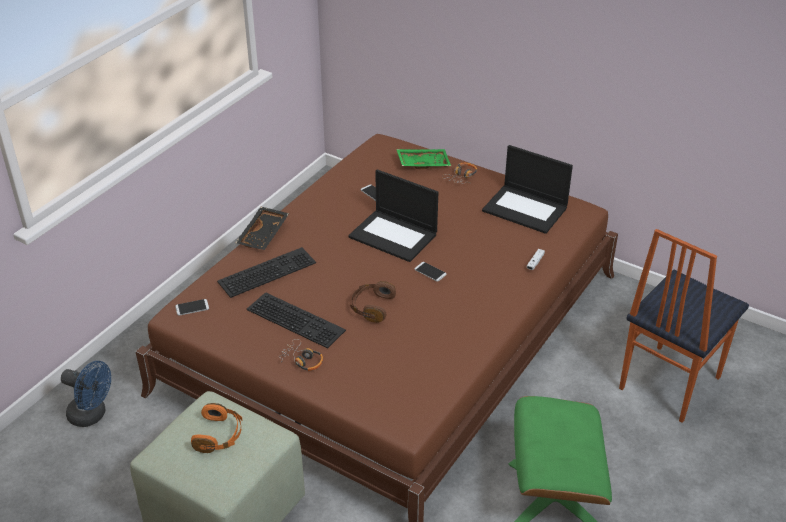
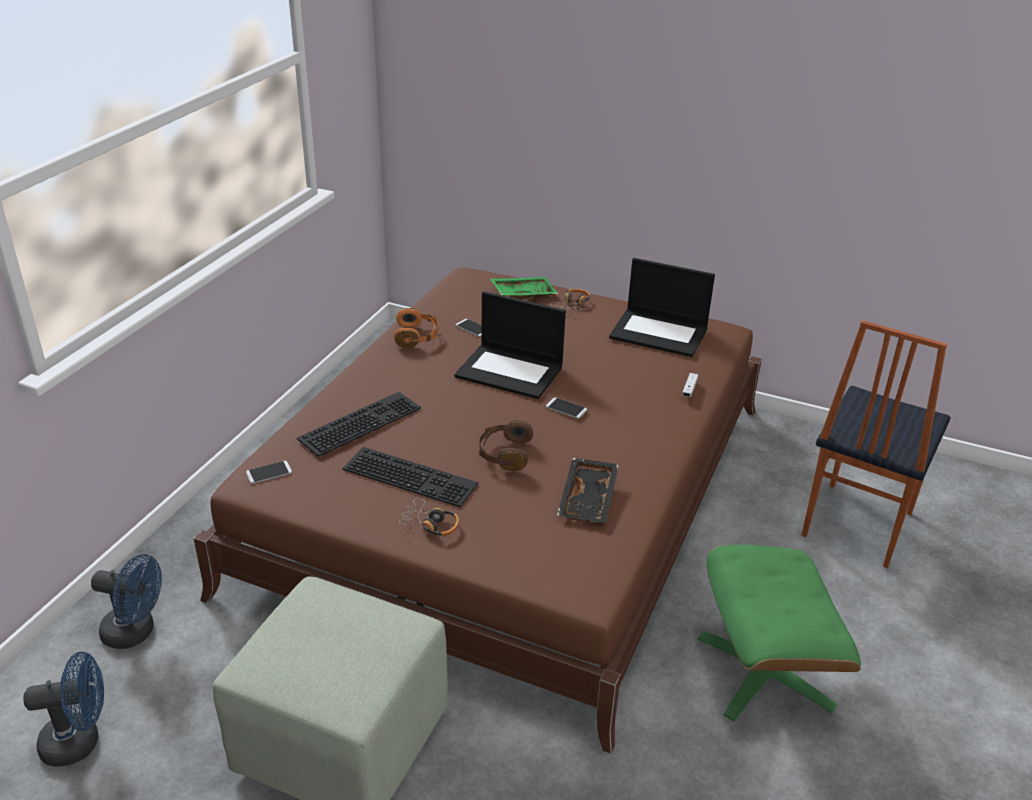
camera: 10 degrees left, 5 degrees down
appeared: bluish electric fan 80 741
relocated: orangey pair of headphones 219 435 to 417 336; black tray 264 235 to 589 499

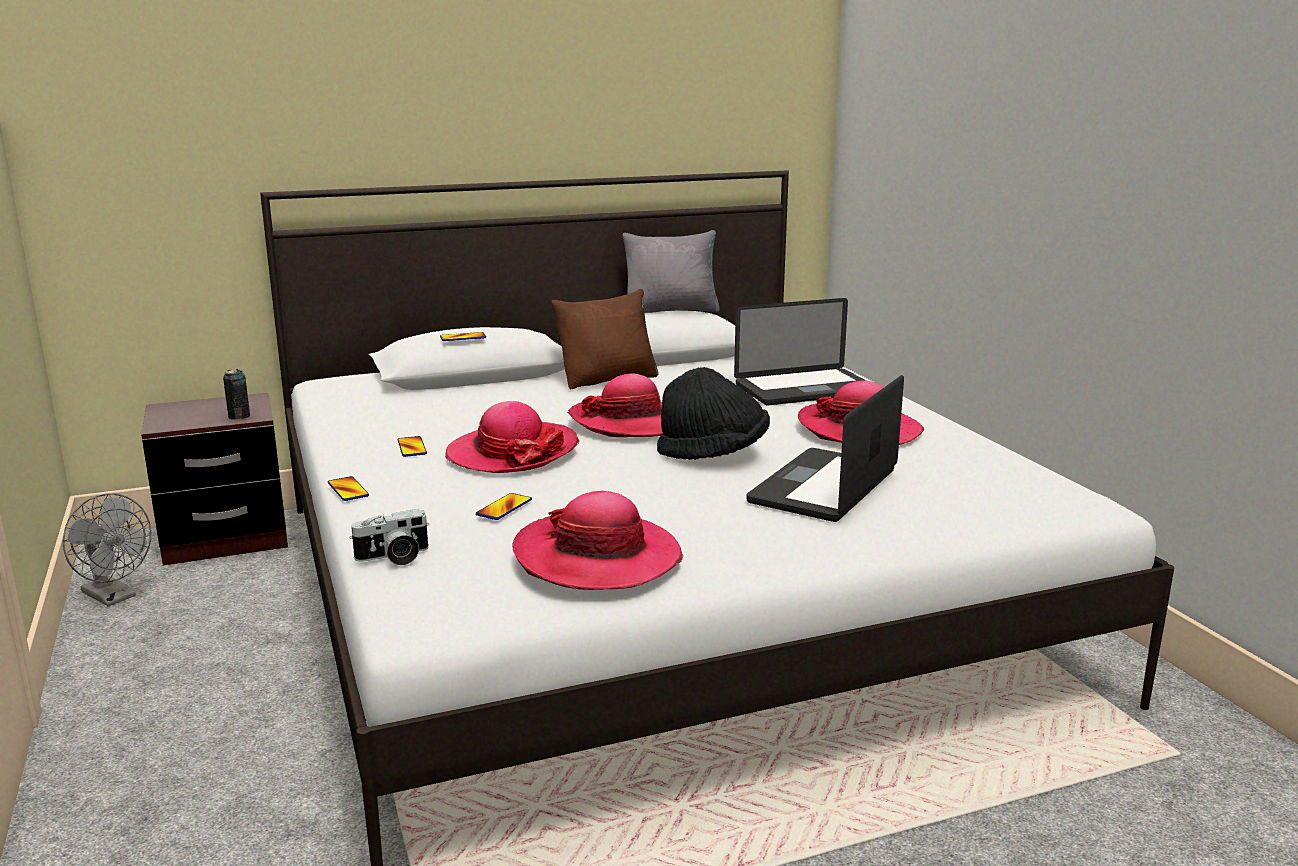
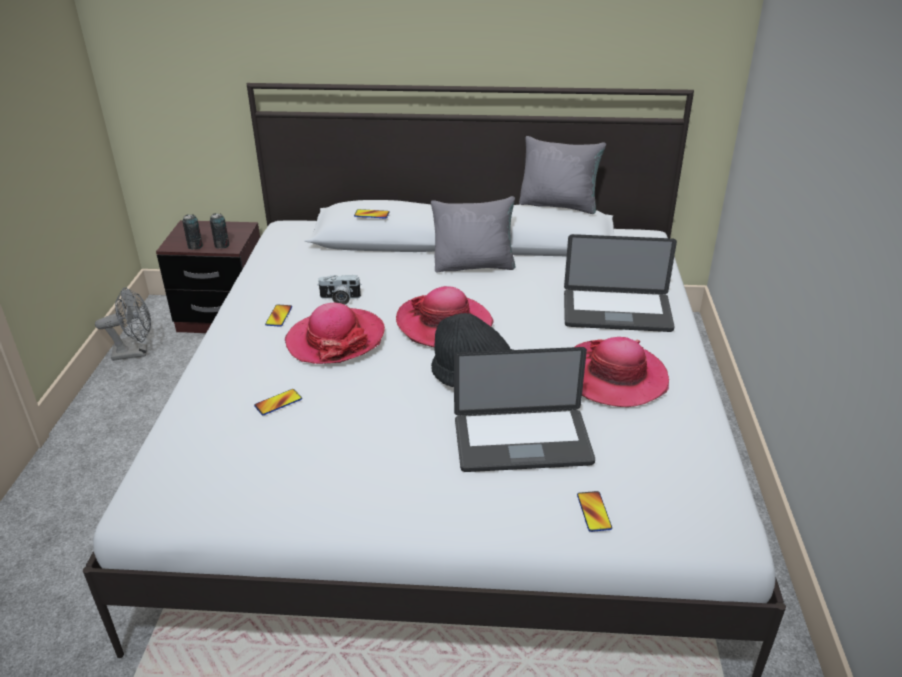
camera: 25 degrees right, 15 degrees up
missing: wearable hat 597 557
appeared: metal can 195 246
relocated: still camera 394 557 to 339 299; phone 348 490 to 593 512
colour: brown-coloured throw pillow 608 379 to gray throw pillow 474 265
spun: gray electric fan 114 597 = 136 352 75 degrees counterclockwise; laptop 824 487 = 522 442 150 degrees counterclockwise

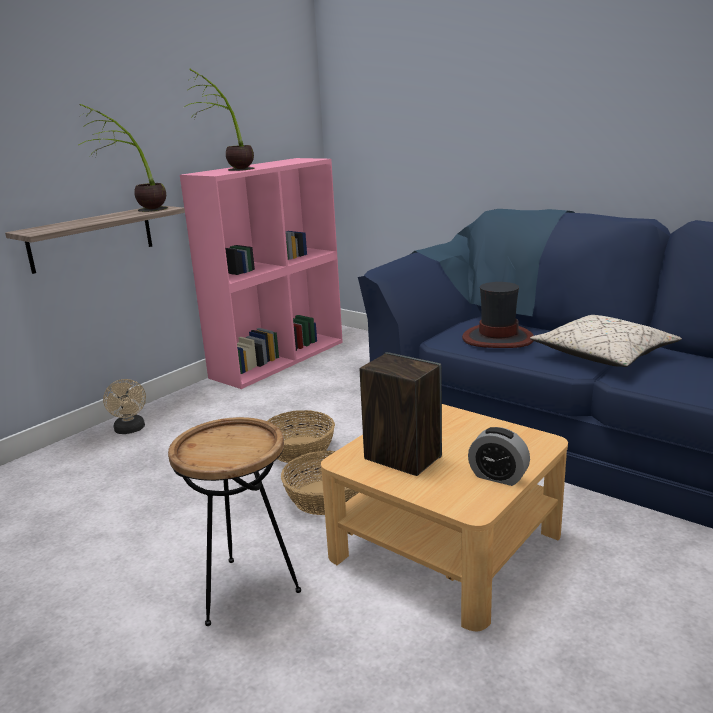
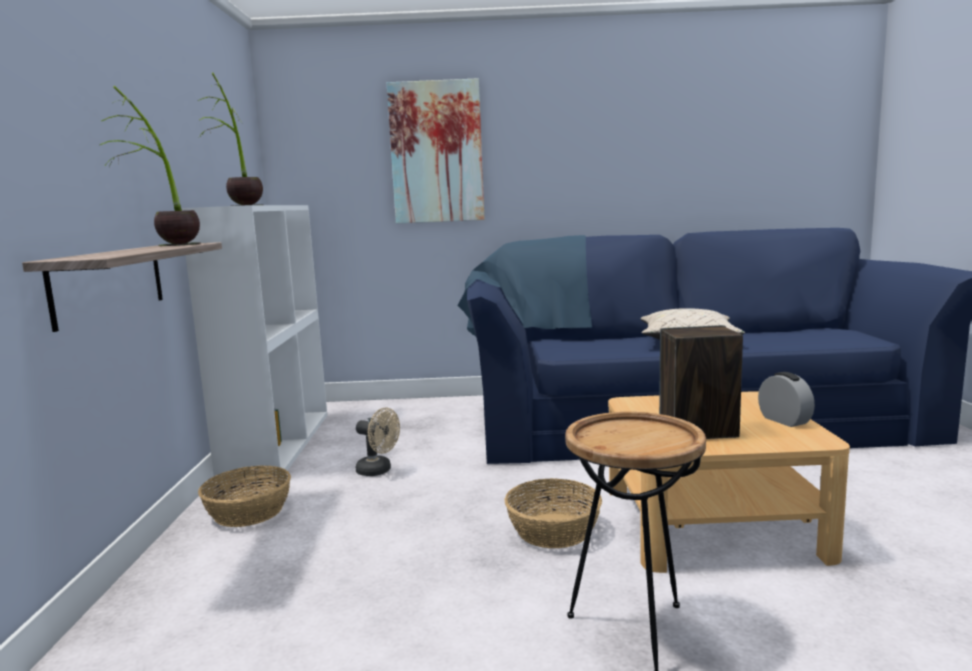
camera: 40 degrees left, 10 degrees down
missing: wearable hat 497 338
appeared: wall picture 436 152
relocated: basket 299 449 to 248 512; beige-coloured electric fan 130 430 to 379 471
colour: pink shelving unit 279 359 to white shelving unit 277 444
spun: alarm clock 498 476 = 784 420 105 degrees counterclockwise

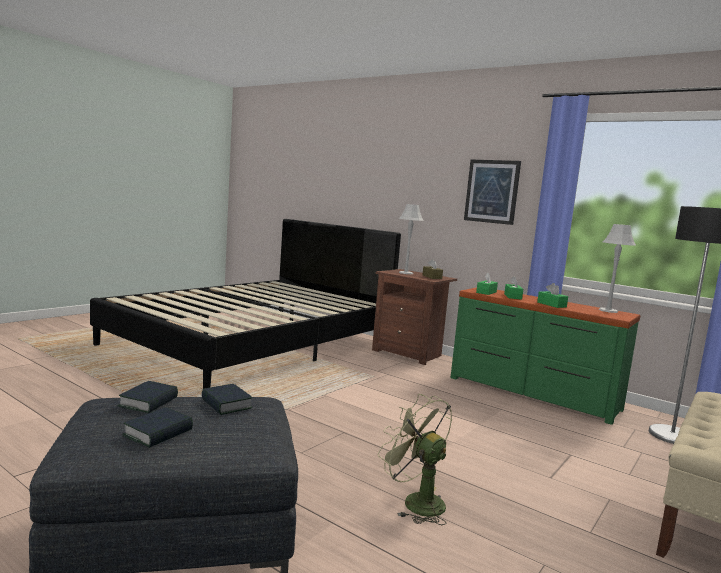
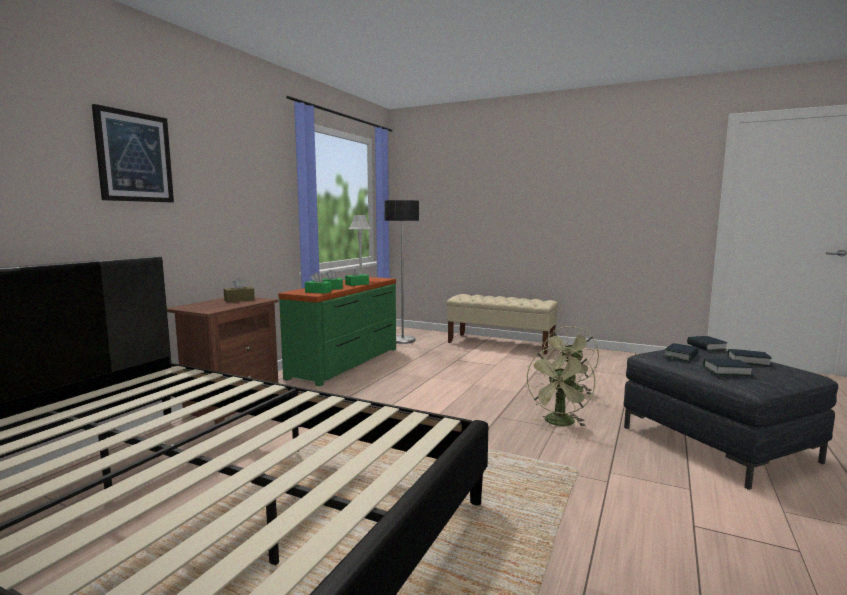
camera: 100 degrees left, 0 degrees up
missing: gray table lamp 406 273
appeared: greenish electric fan 559 423; bound book 706 347
relocated: wall picture 492 191 to 134 157

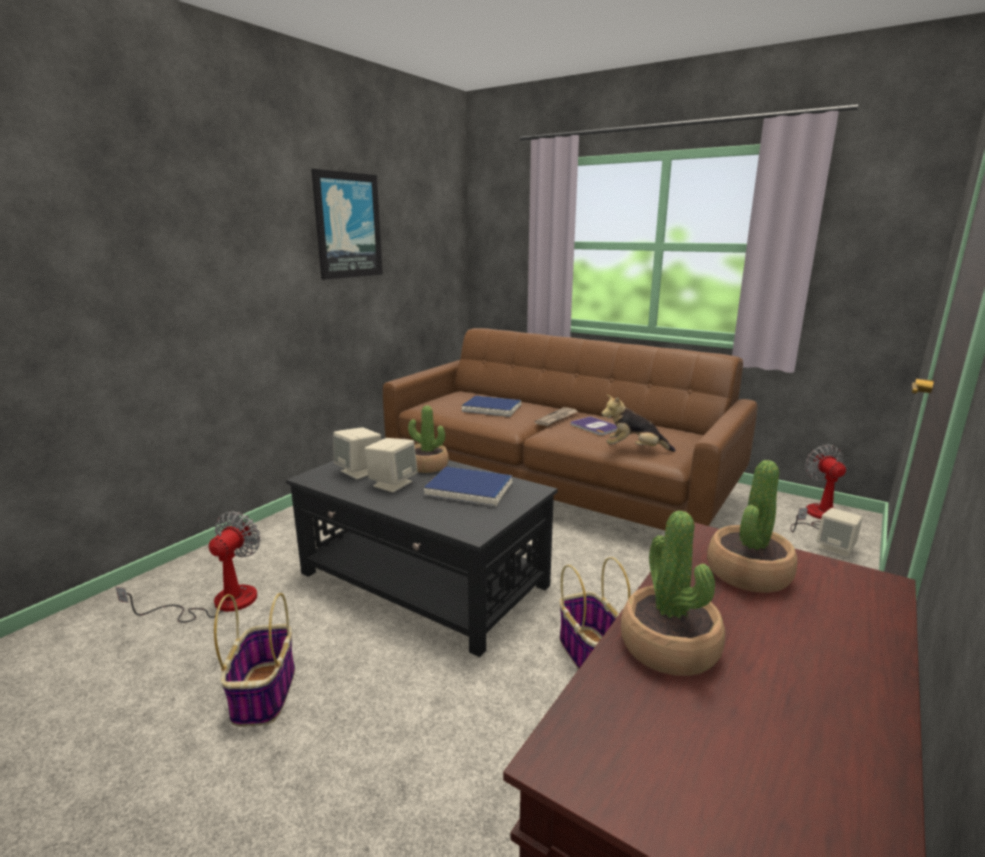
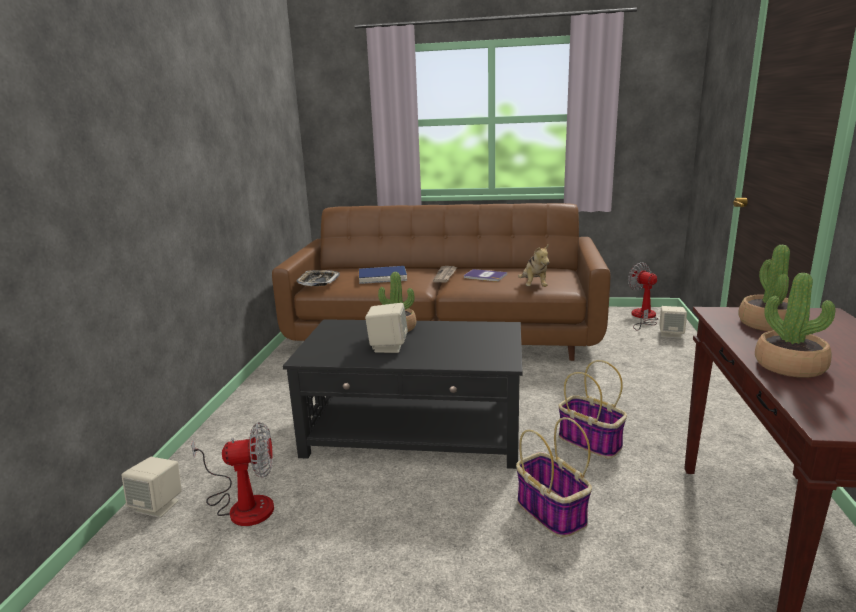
camera: 25 degrees left, 0 degrees up
missing: wall picture 347 225; bluish bound book 469 490
appeared: tray 318 282
relocated: beige-coloured audio speaker 359 471 to 158 506; basket 264 692 to 550 511
spun: electric fan 218 603 = 243 504 90 degrees clockwise; soft toy 634 450 = 534 286 75 degrees counterclockwise

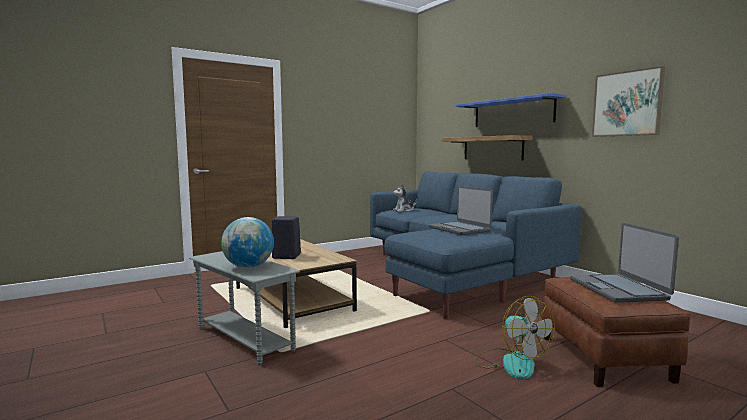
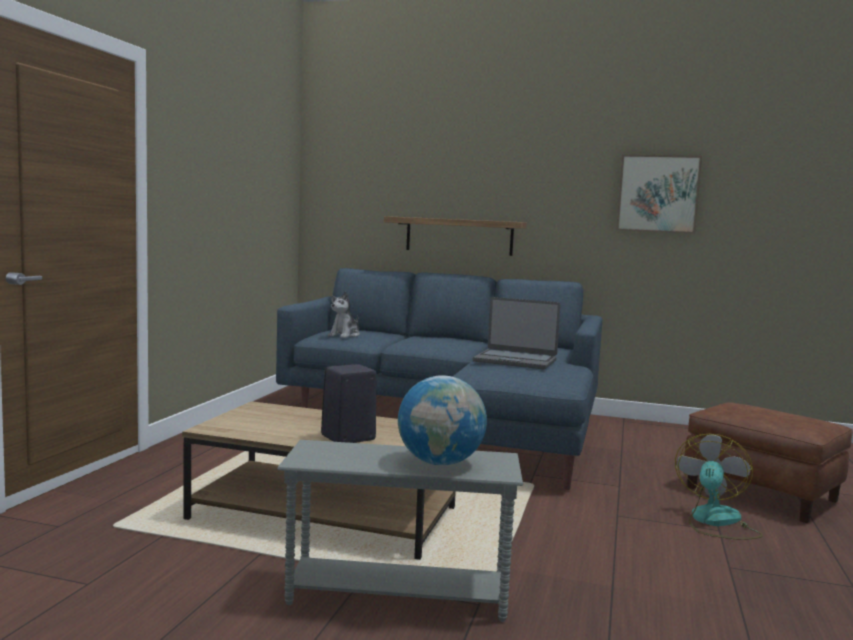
camera: 40 degrees left, 0 degrees up
missing: bluish bracket shelf 512 112; laptop 618 289
spun: electric fan 511 363 = 715 522 90 degrees counterclockwise

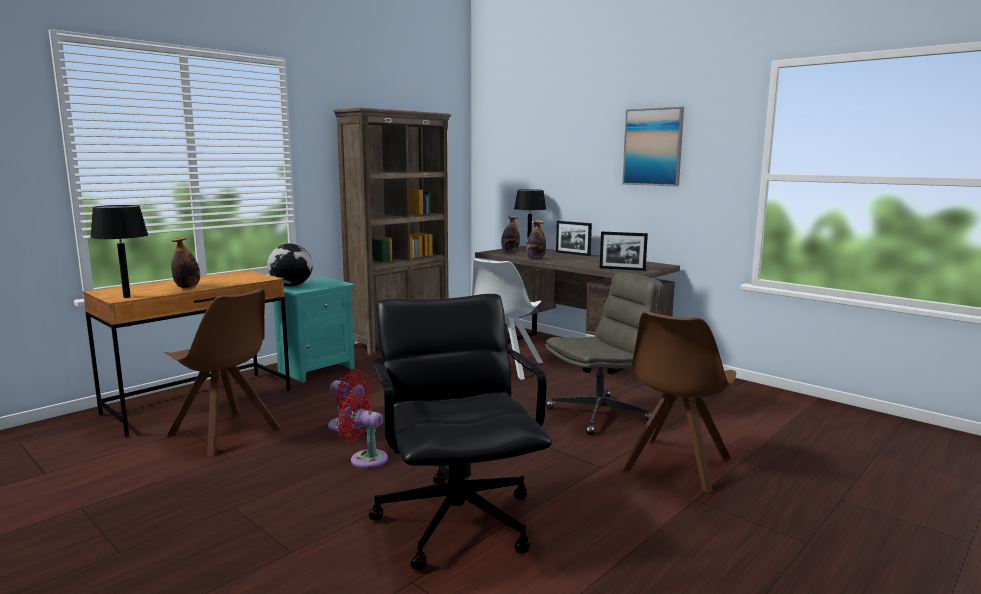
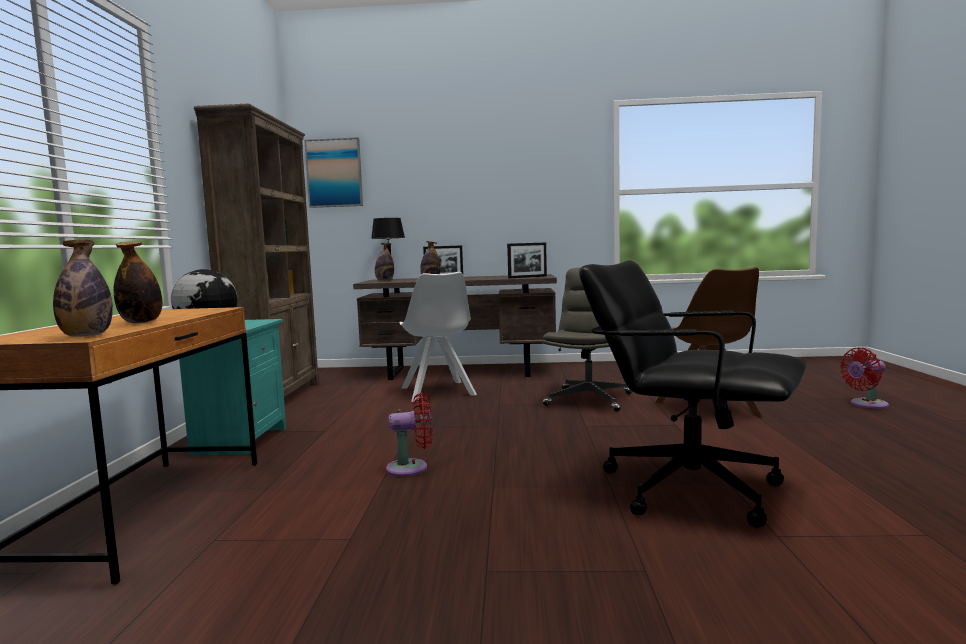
camera: 40 degrees left, 5 degrees down
missing: brown-coloured upright chair 226 433
relocated: wall picture 653 147 to 334 173; reddish electric fan 365 458 to 866 404
exchanged: black table lamp 126 297 to bottle 86 336

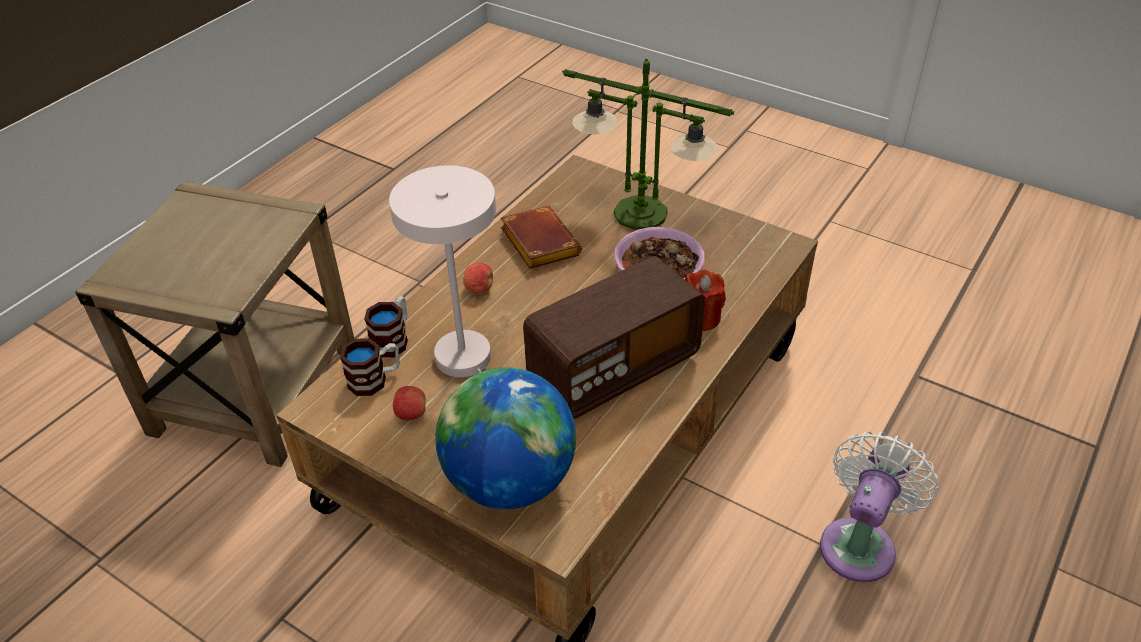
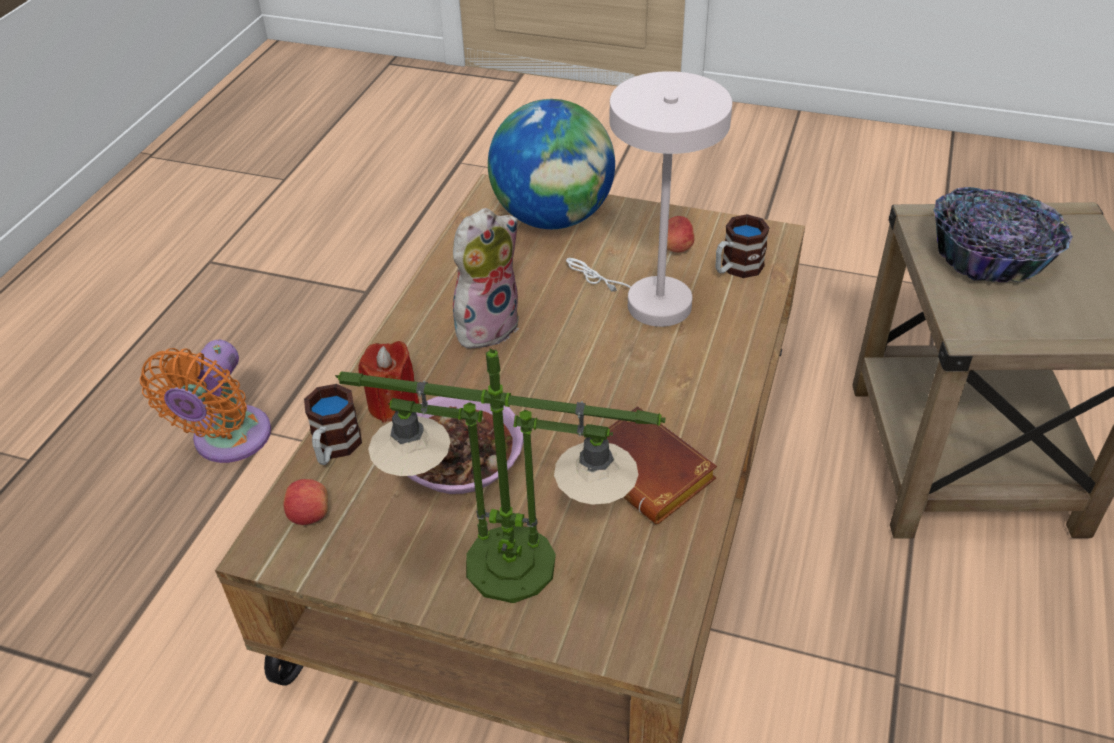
camera: 165 degrees right, 0 degrees up
appeared: bowl 990 258
relocated: apple 479 289 to 309 515; coffee mug 393 339 to 334 448
exchanged: radio 613 369 to soft toy 486 325
colour: white electric fan 860 543 to orangey electric fan 228 441

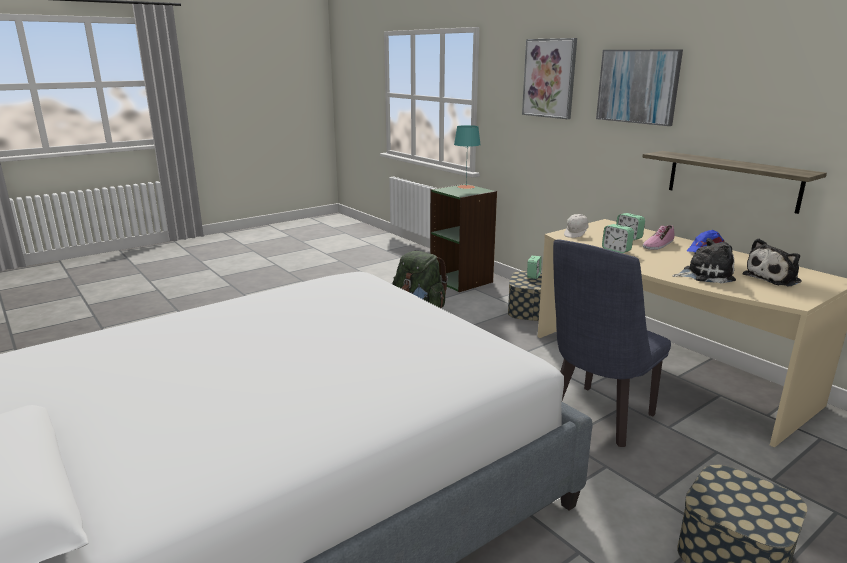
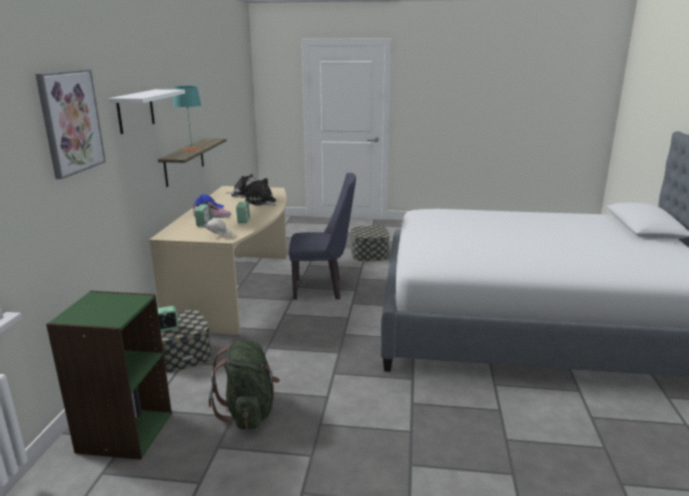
camera: 135 degrees left, 0 degrees up
relocated: turquoise-coloured table lamp 466 187 to 191 149
exchanged: wall picture 638 86 to white bracket shelf 135 111

